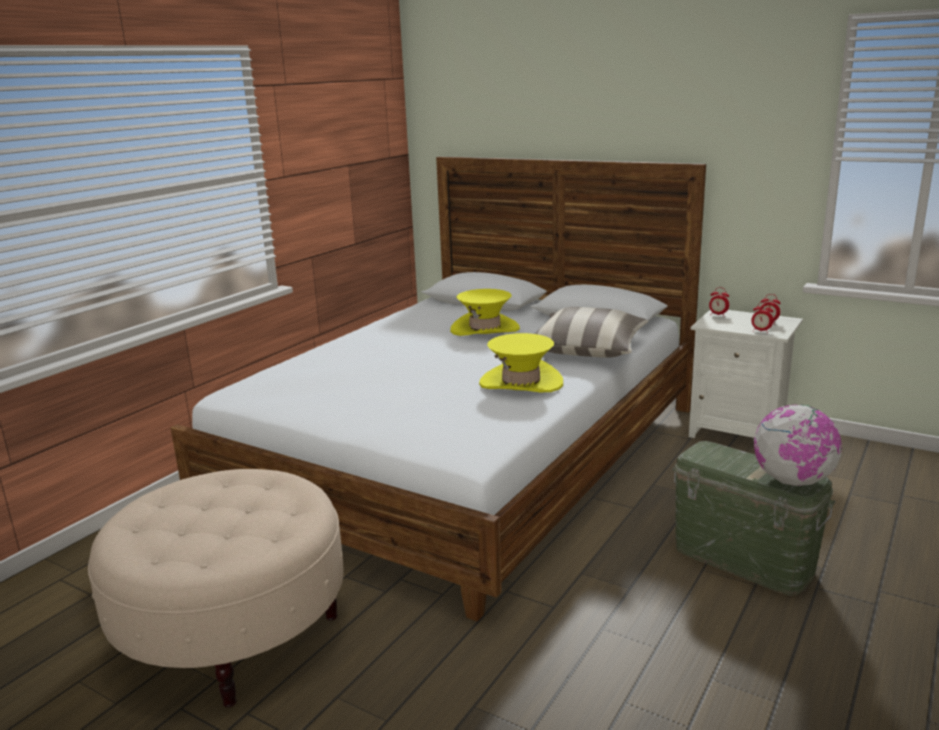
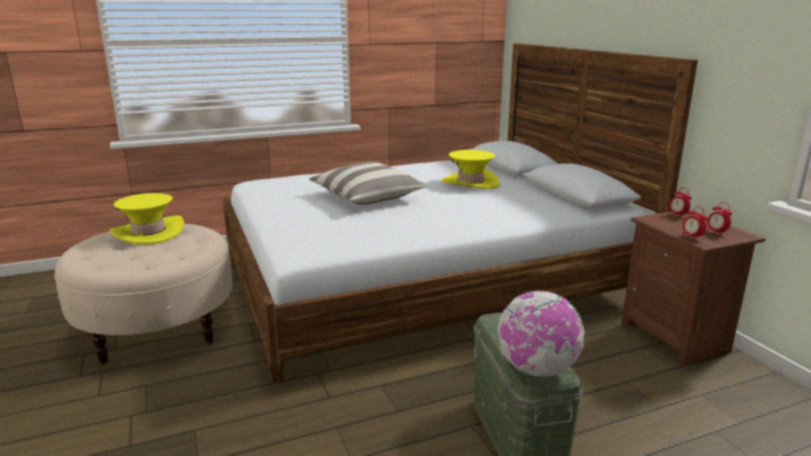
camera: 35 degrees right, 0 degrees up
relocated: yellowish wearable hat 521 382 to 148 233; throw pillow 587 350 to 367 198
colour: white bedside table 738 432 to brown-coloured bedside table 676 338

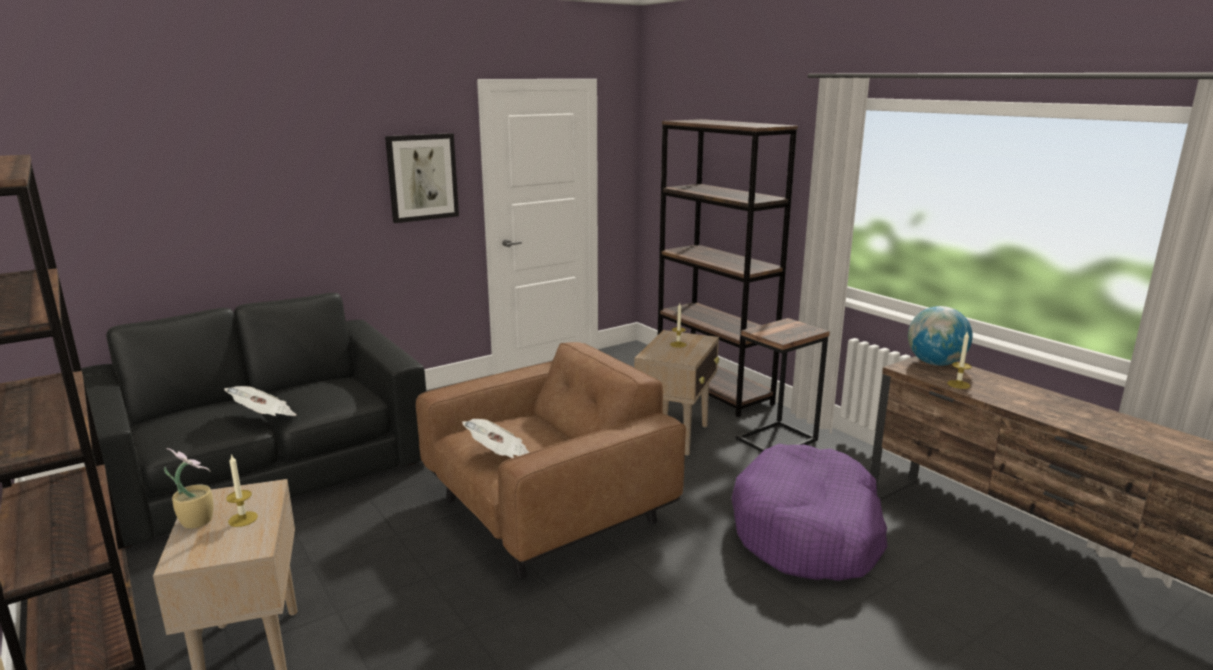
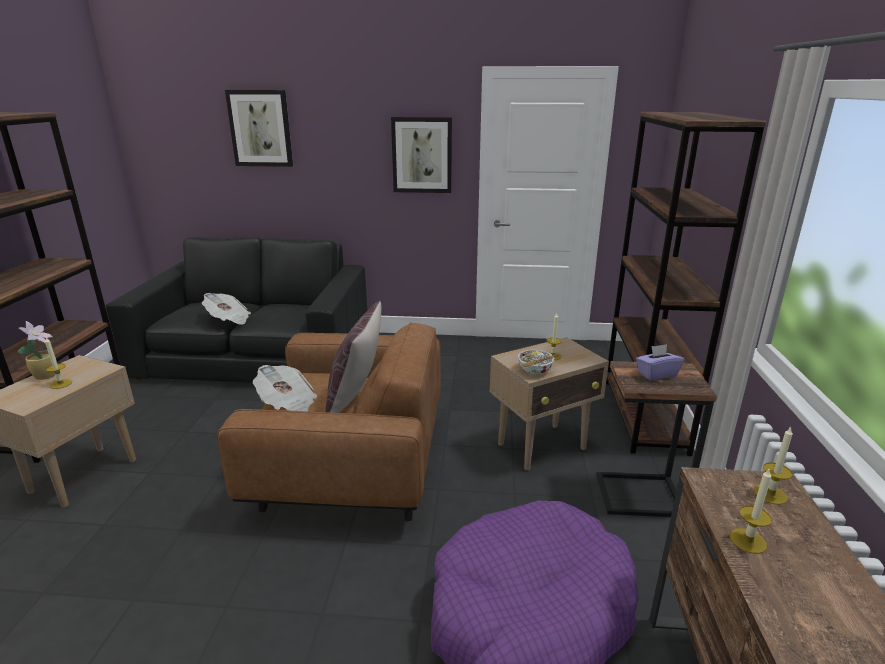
camera: 40 degrees right, 5 degrees up
appeared: wall picture 260 128; brown-coloured throw pillow 356 399; bowl 535 371; purplish tissue holder 656 374
exchanged: desk globe 935 363 to wax candle 770 494

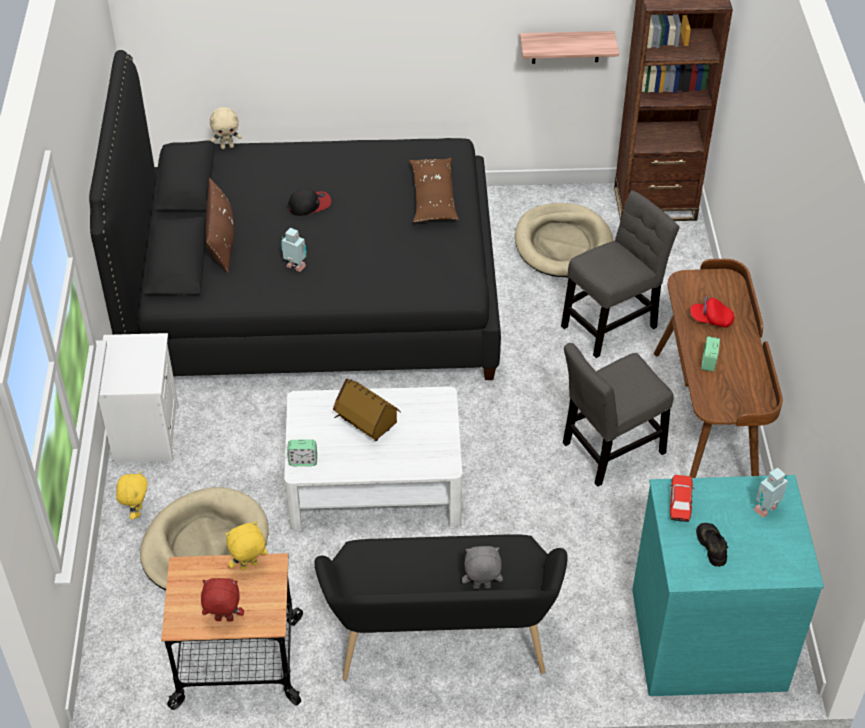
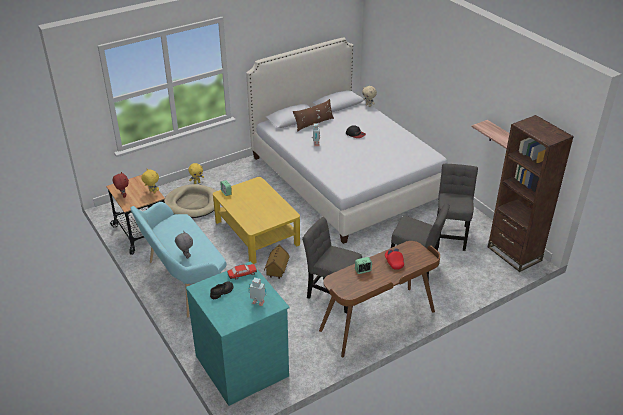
camera: 60 degrees right, 10 degrees down
missing: white bedside table 145 433; brown-coloured throw pillow 433 198
relocated: miniature house 366 425 to 277 271
exchanged: beige-coloured pet bed 563 244 to gray upright chair 451 234
colour: black long seat 441 645 to turquoise-coloured long seat 184 282; white low table 375 481 to yellowish low table 257 232; black bed 312 295 to white bed 344 178

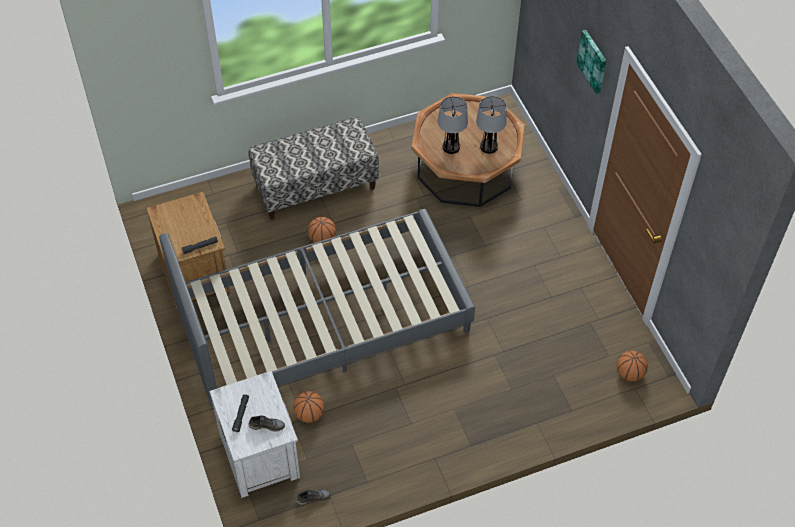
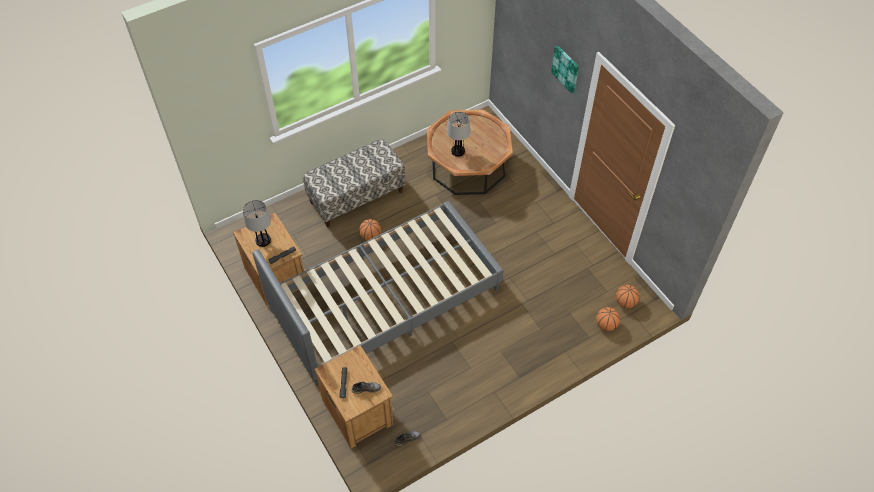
camera: 10 degrees left, 0 degrees up
relocated: table lamp 488 146 to 262 240; basketball ball 309 414 to 606 325
colour: white bedside table 259 453 to brown-coloured bedside table 357 411

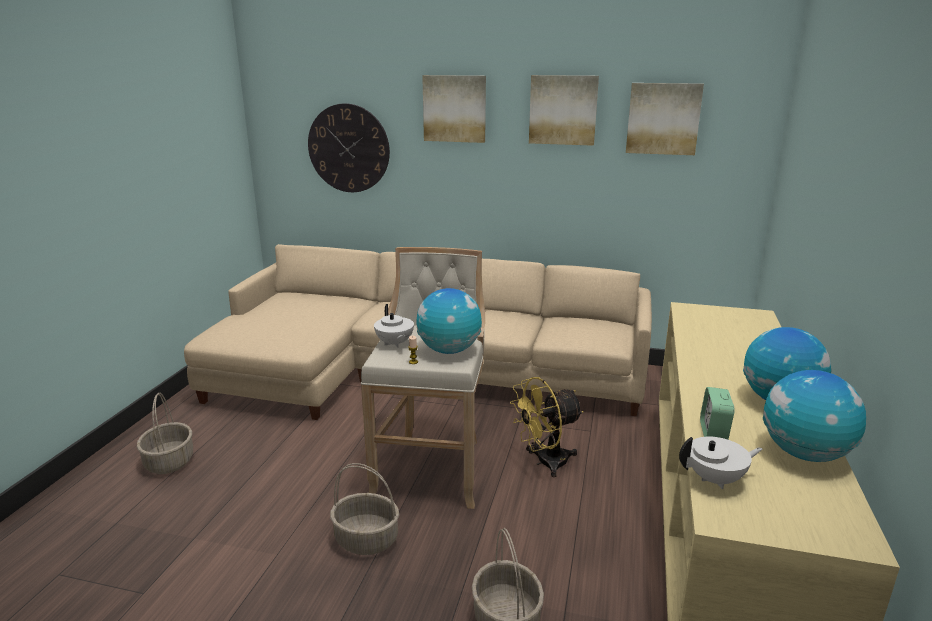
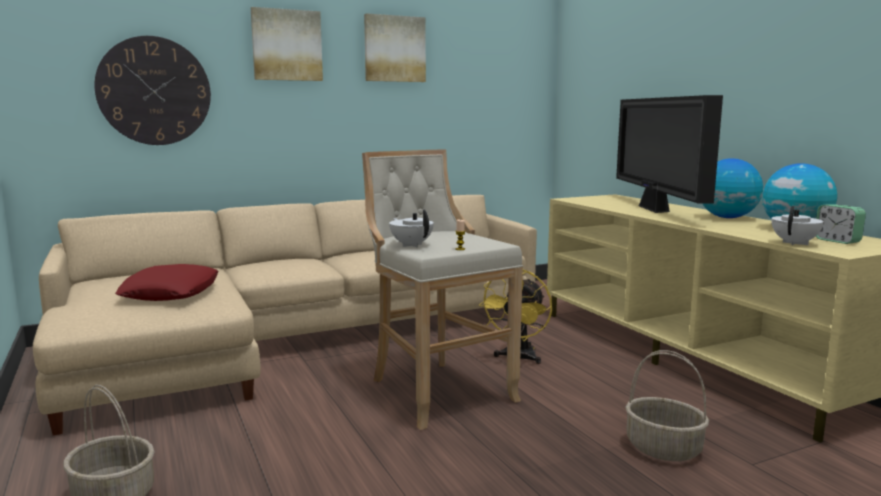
camera: 40 degrees left, 10 degrees down
missing: basket 367 539; desk globe 449 350; wall picture 663 118
appeared: reddish throw pillow 171 292; TV 654 209
relocated: alarm clock 713 432 to 837 241
spun: white tea pot 394 344 = 411 245 150 degrees counterclockwise

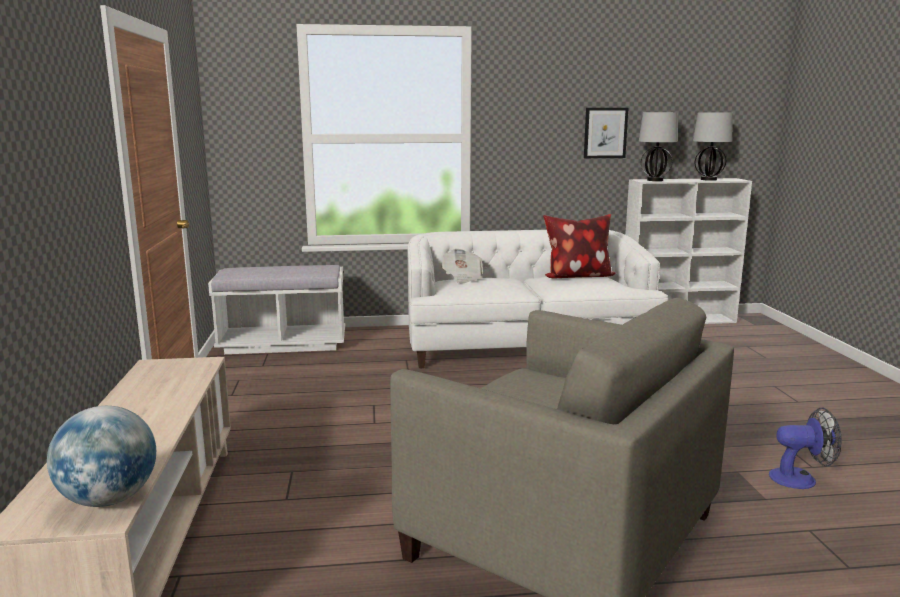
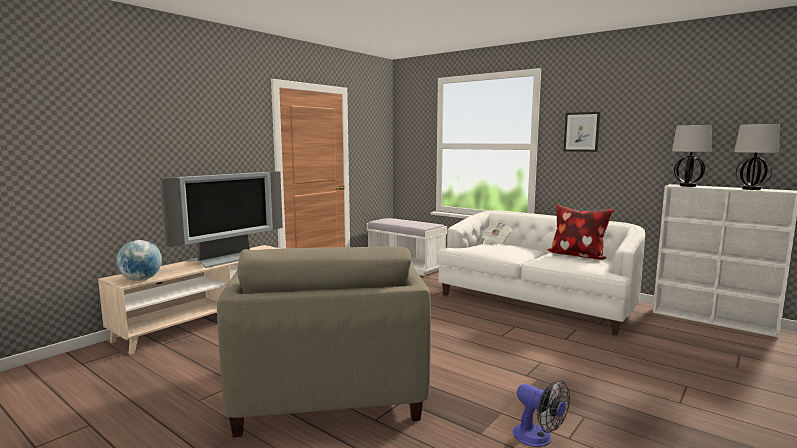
camera: 45 degrees right, 5 degrees down
appeared: TV 224 260
relocated: wall picture 605 133 to 581 132

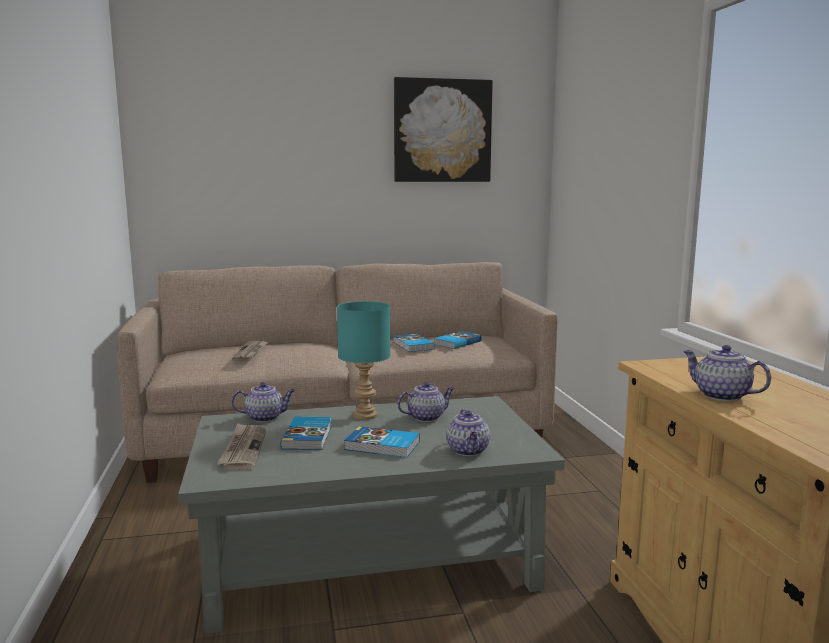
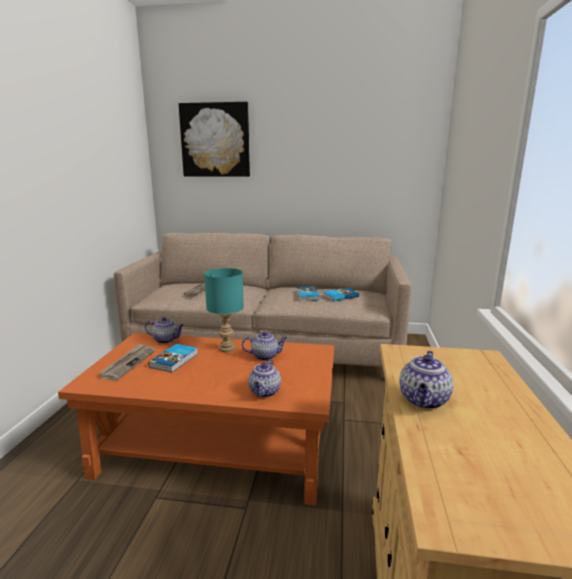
camera: 20 degrees right, 5 degrees up
missing: bound book 382 446
relocated: wall picture 442 131 to 215 140
colour: gray low table 370 557 to orangey low table 217 446
spun: tea pot 720 395 = 424 400 135 degrees counterclockwise

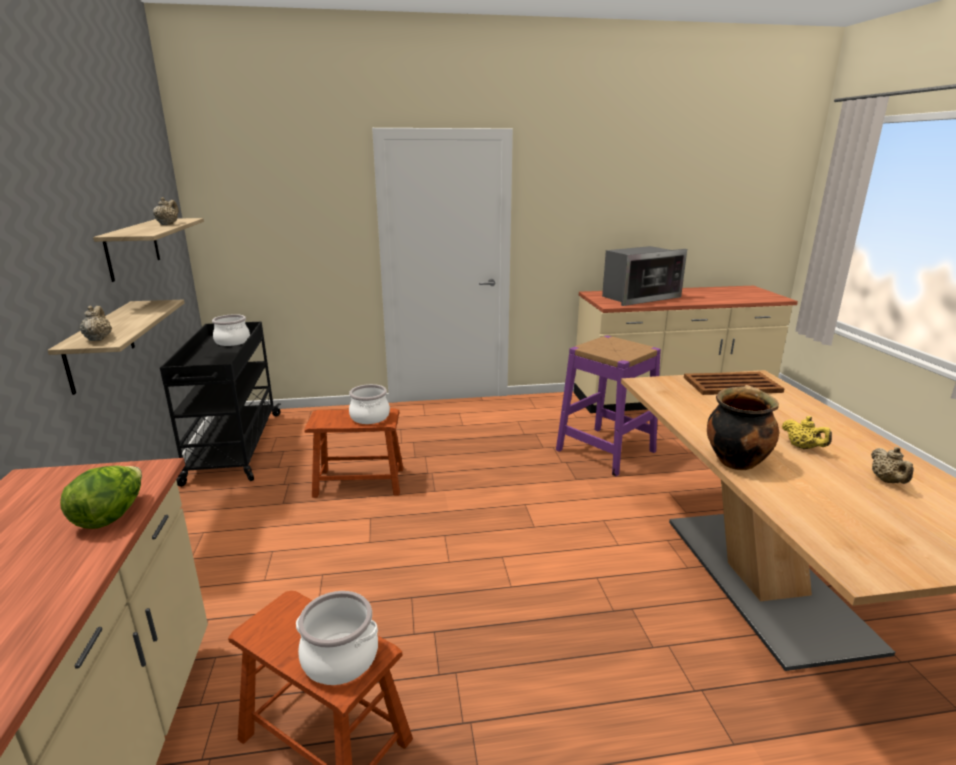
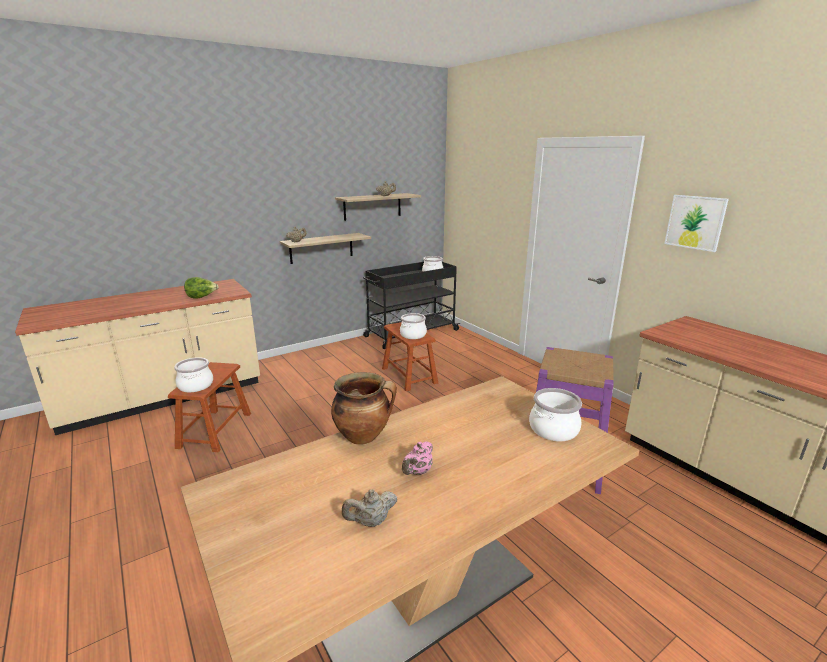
camera: 65 degrees right, 0 degrees up
missing: microwave oven 638 297
appeared: wall picture 695 222
exchanged: brown-coloured tray 732 385 to saucepot 554 430
colour: yellowish tea pot 803 447 to pink tea pot 418 471

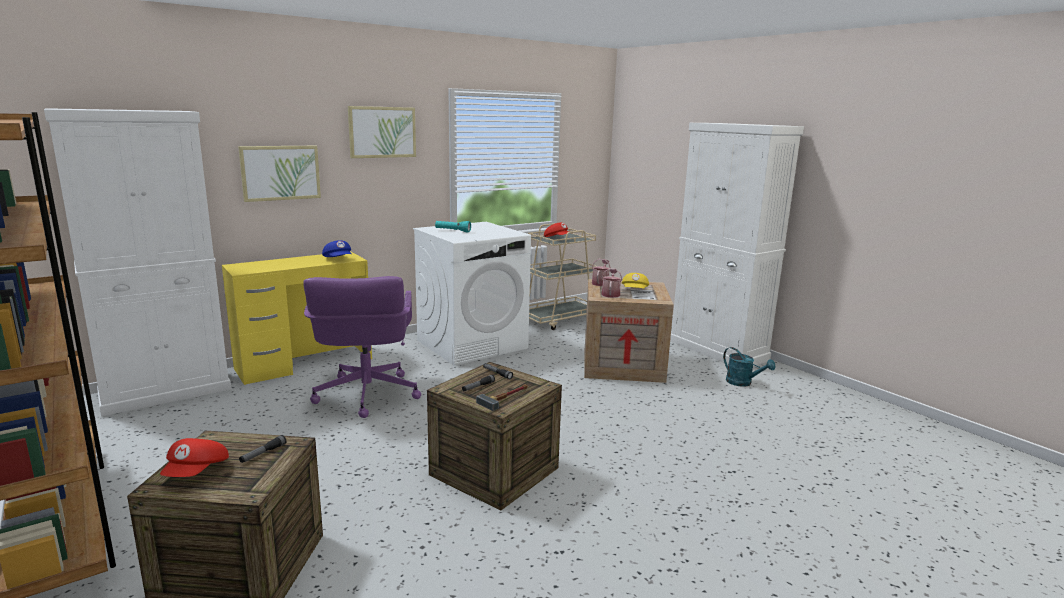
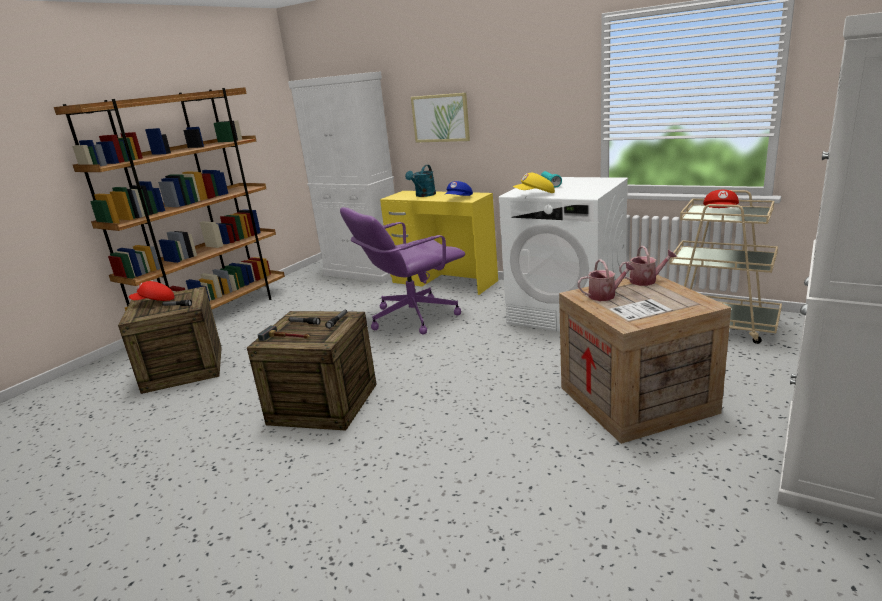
camera: 70 degrees right, 5 degrees up
missing: wall picture 382 132
relocated: turquoise-coloured watering pot 743 383 to 423 195; yellowish peaked cap 635 291 to 535 195

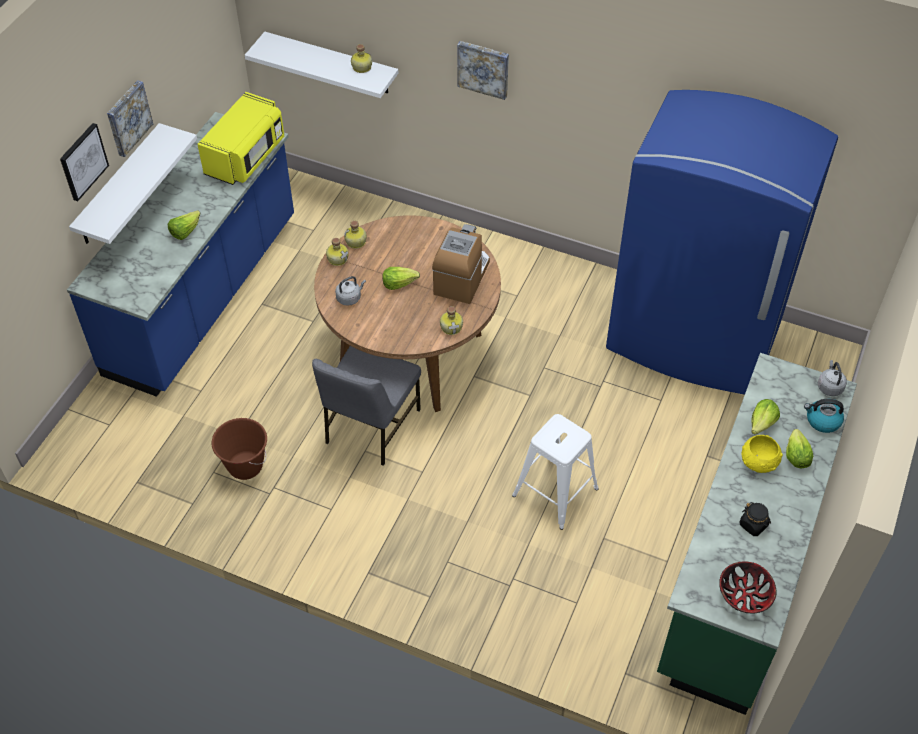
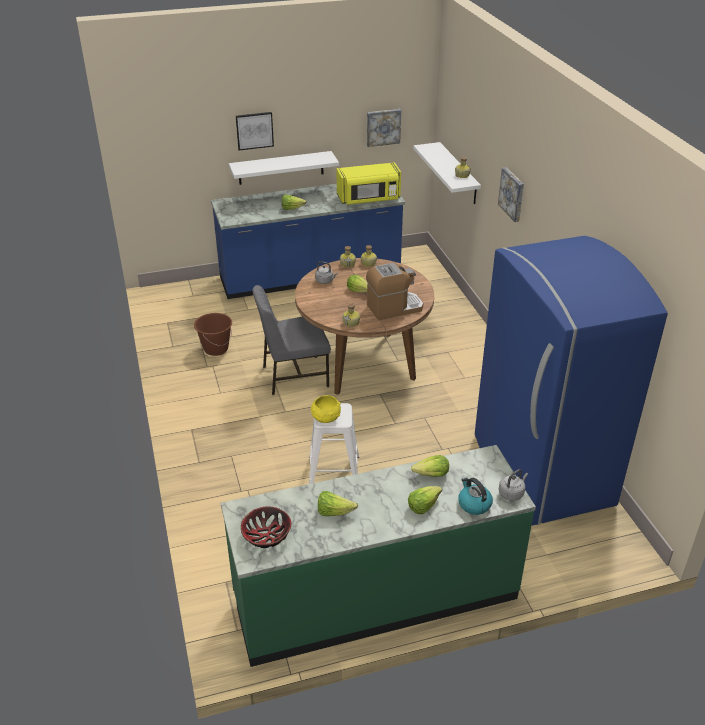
camera: 50 degrees right, 15 degrees down
relocated: yellowish bowl 758 462 to 325 418; wall picture 128 117 to 383 127
exchanged: black storage jar 753 525 to lettuce 334 512

